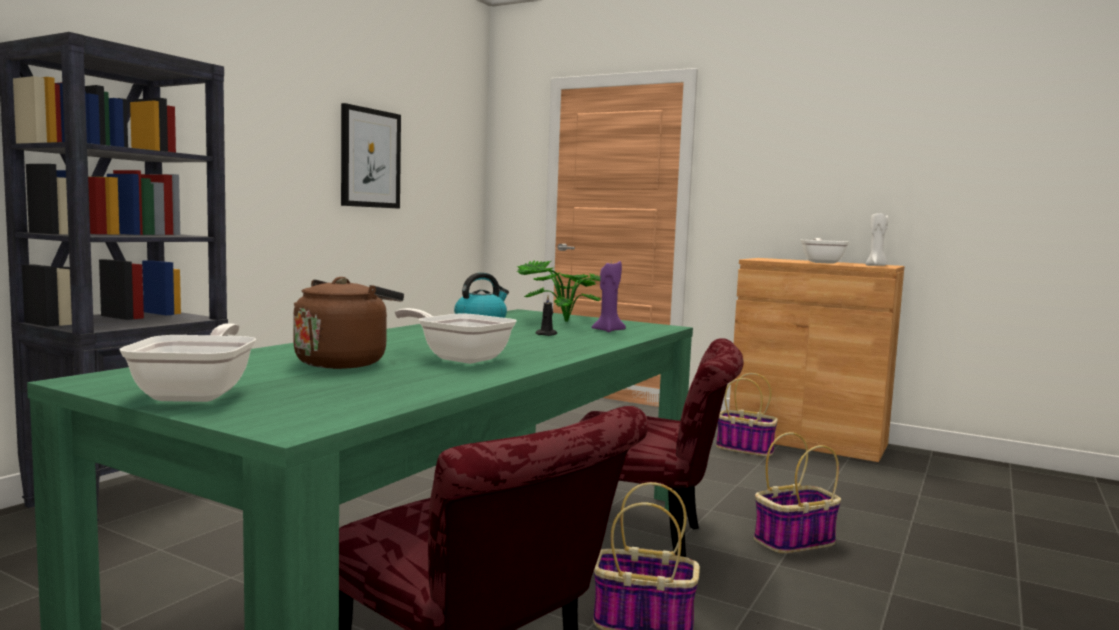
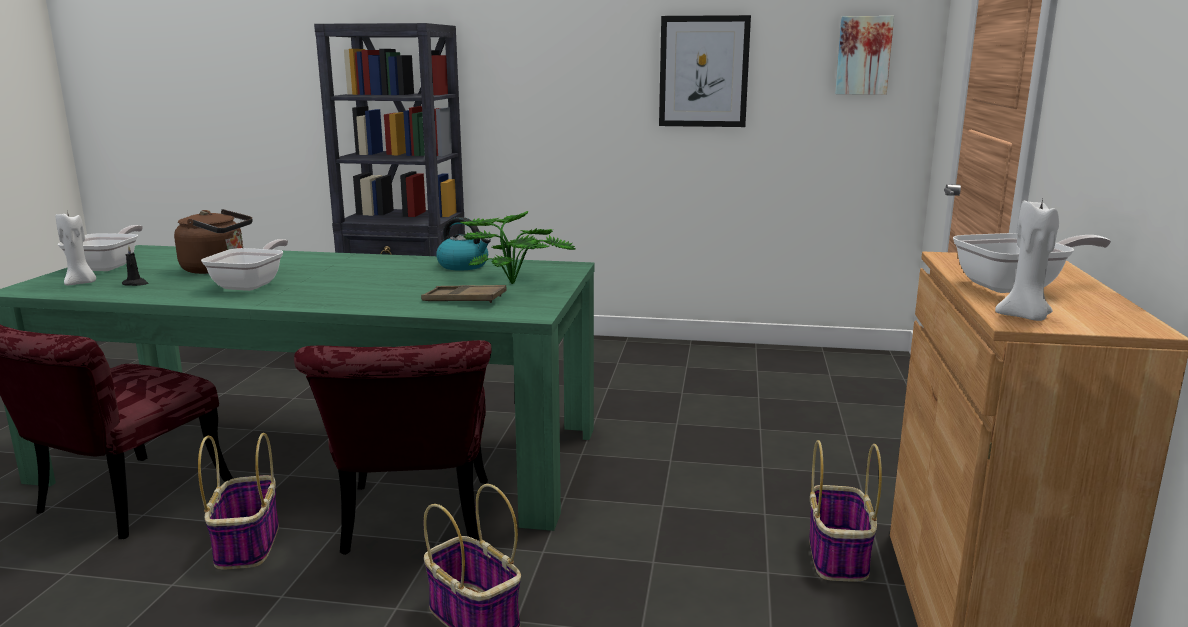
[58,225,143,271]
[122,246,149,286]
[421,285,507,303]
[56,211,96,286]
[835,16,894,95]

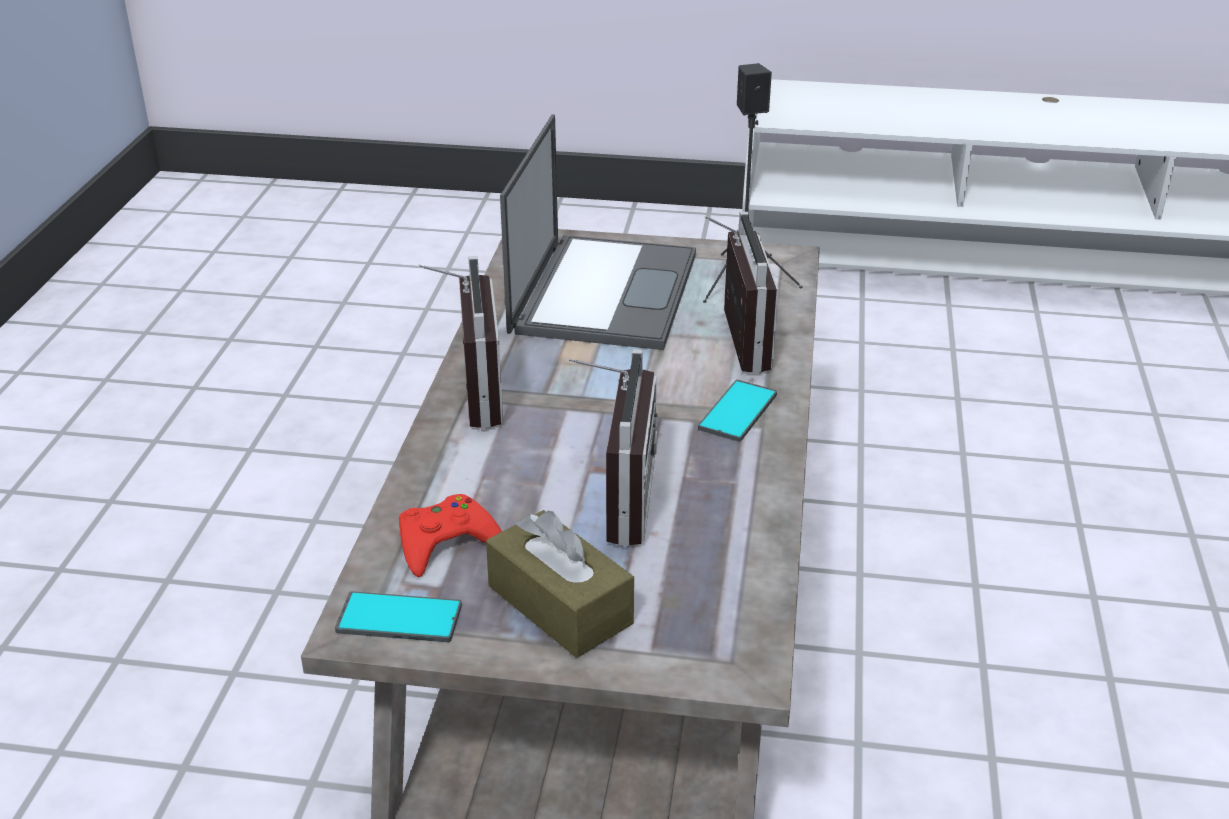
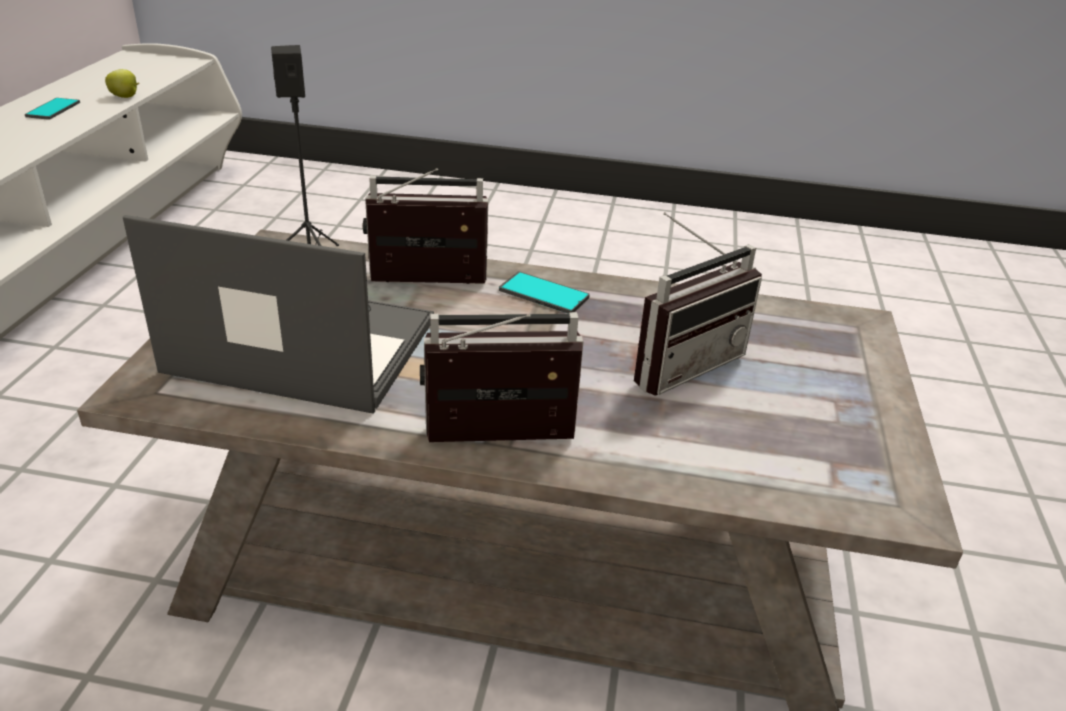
[25,98,80,120]
[399,494,502,577] (first image)
[486,510,634,658] (first image)
[634,212,762,396]
[105,69,140,98]

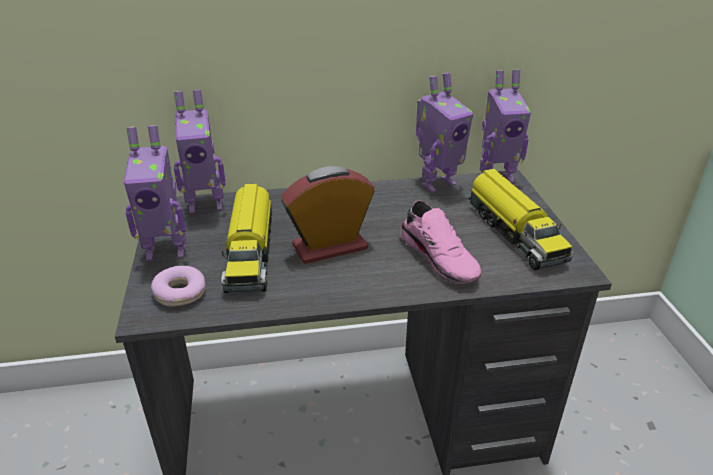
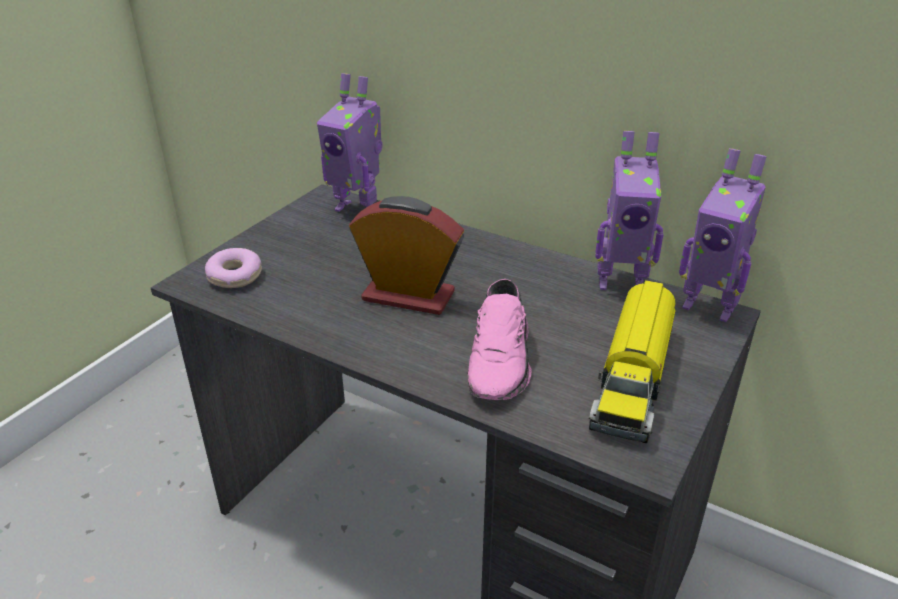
[124,125,186,261] (first image)
[221,184,272,293] (first image)

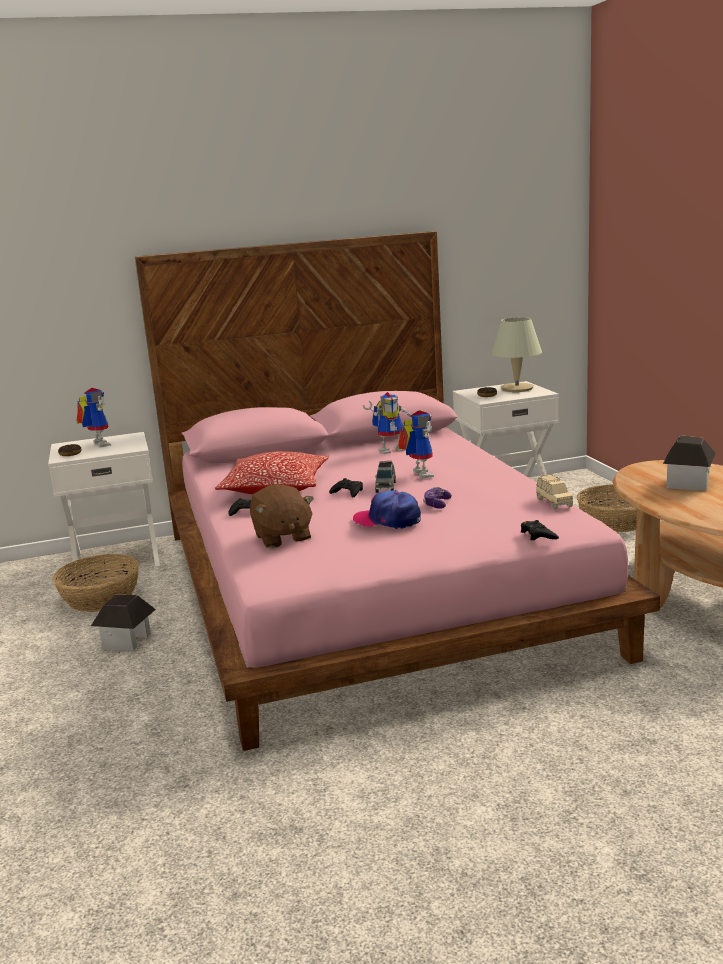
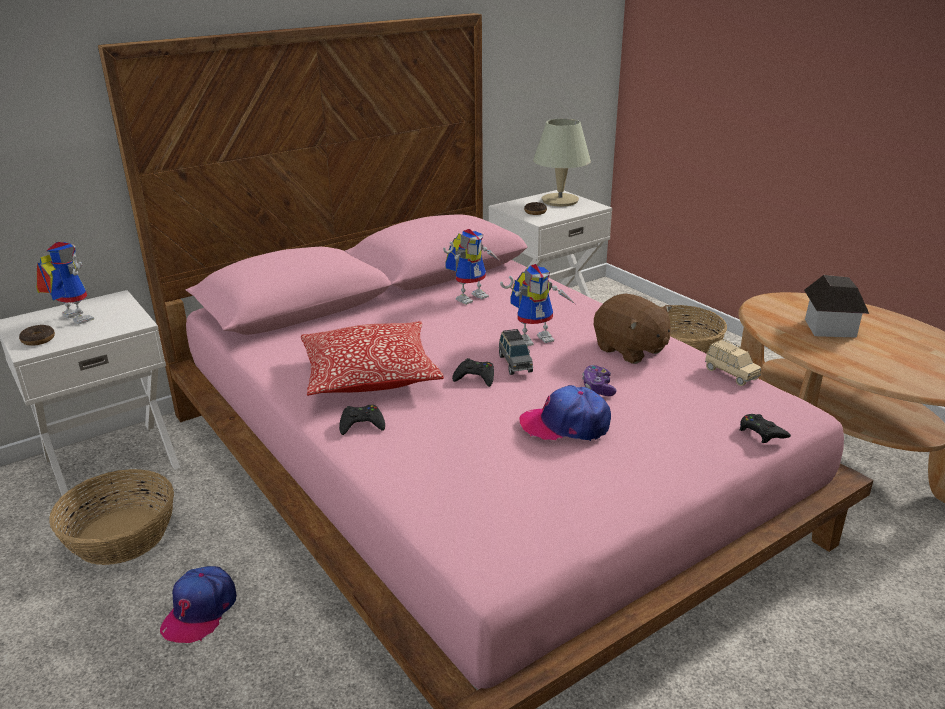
[160,566,237,643]
[594,294,672,364]
[500,264,575,346]

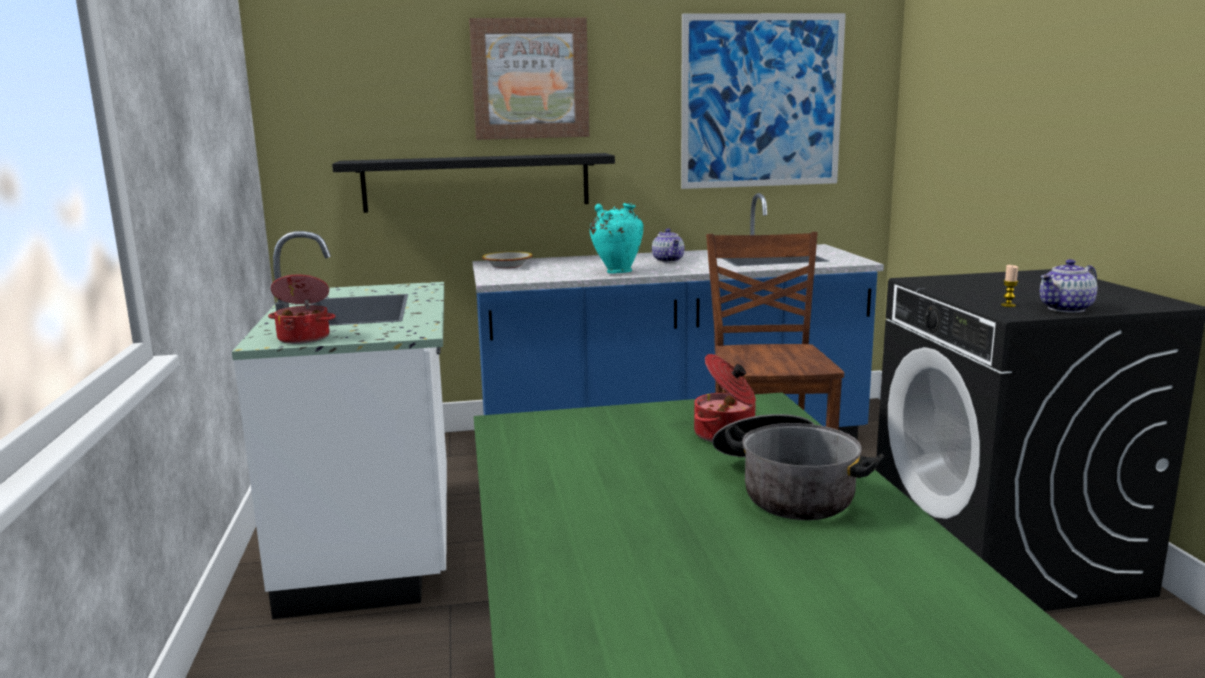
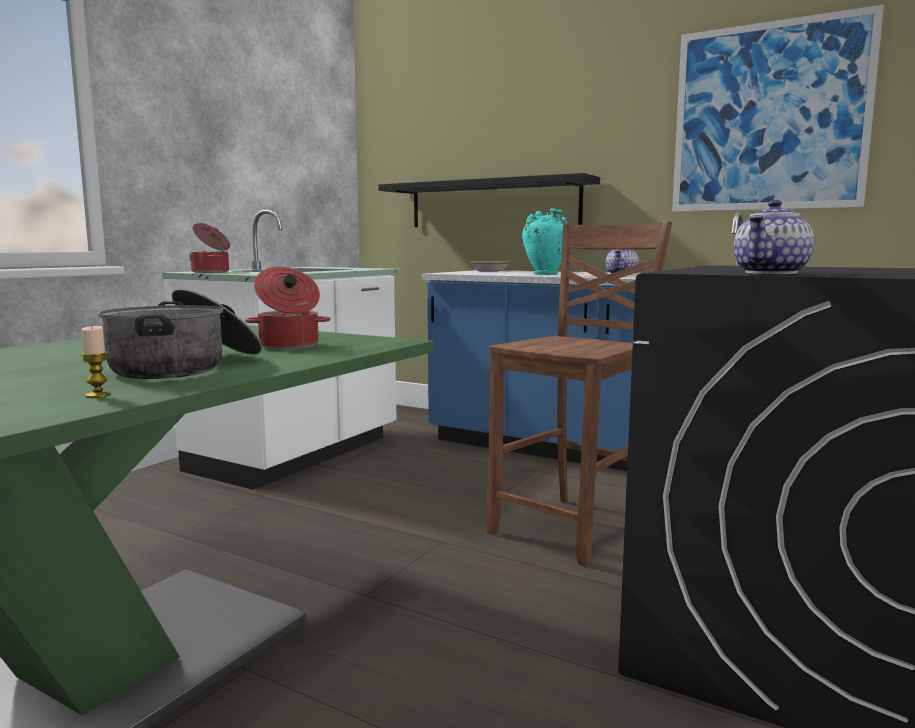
[469,18,589,140] (first image)
[81,326,111,398]
[734,200,814,274]

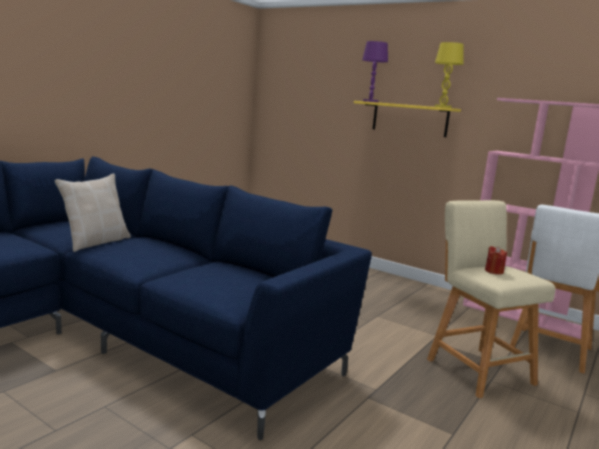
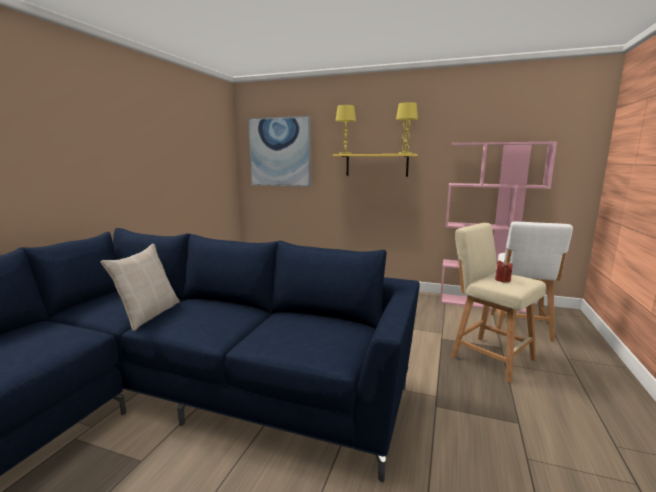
[335,105,356,154]
[248,116,311,187]

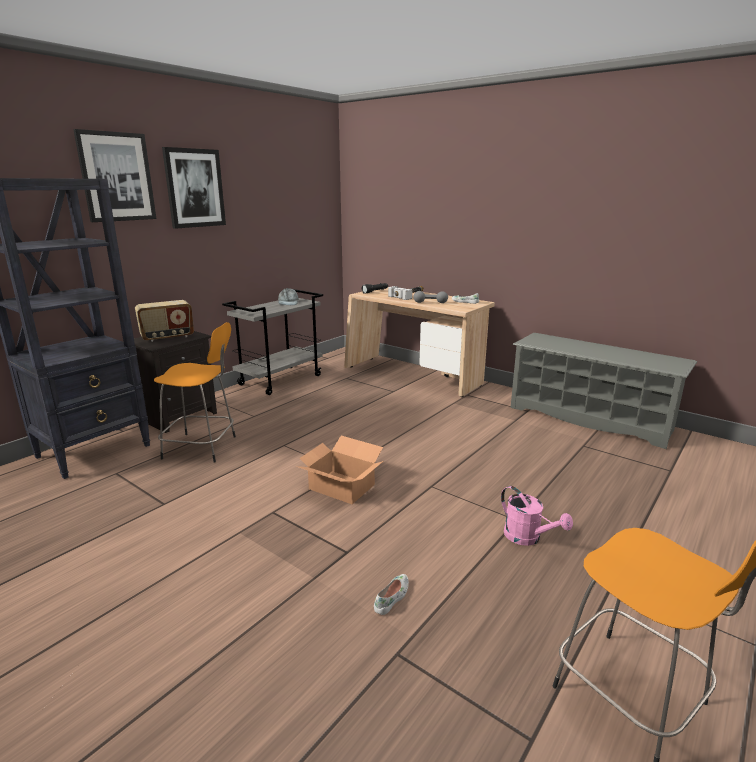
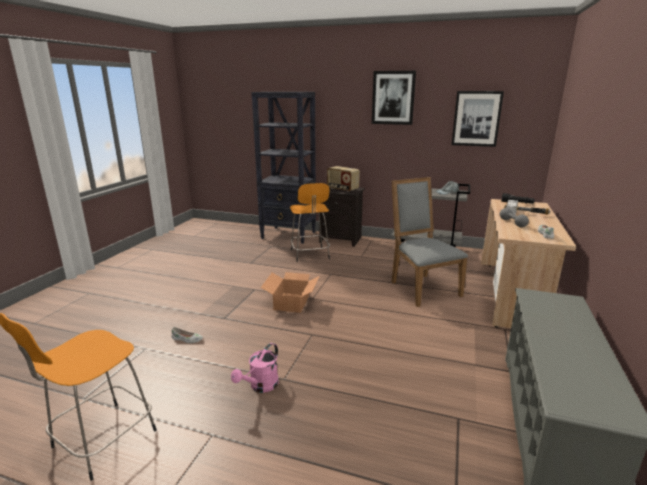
[452,91,504,147]
[392,177,468,307]

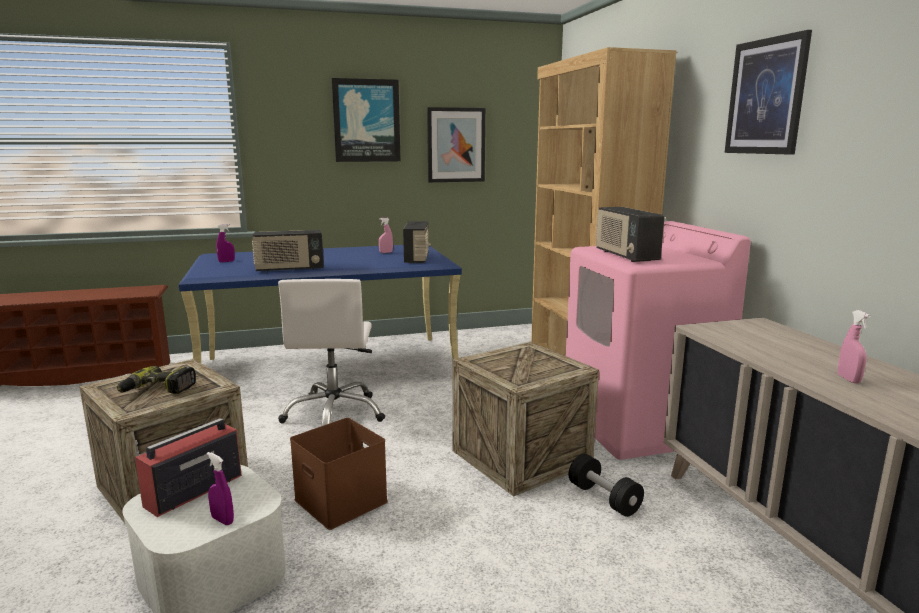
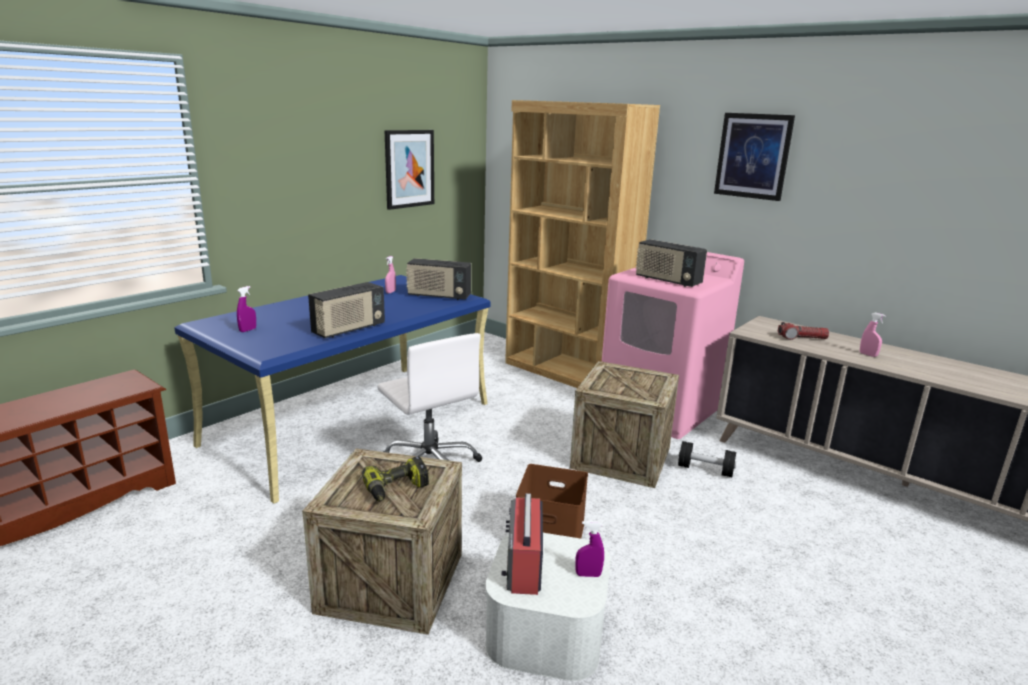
[332,78,401,162] (first image)
[406,258,472,300]
[778,322,829,340]

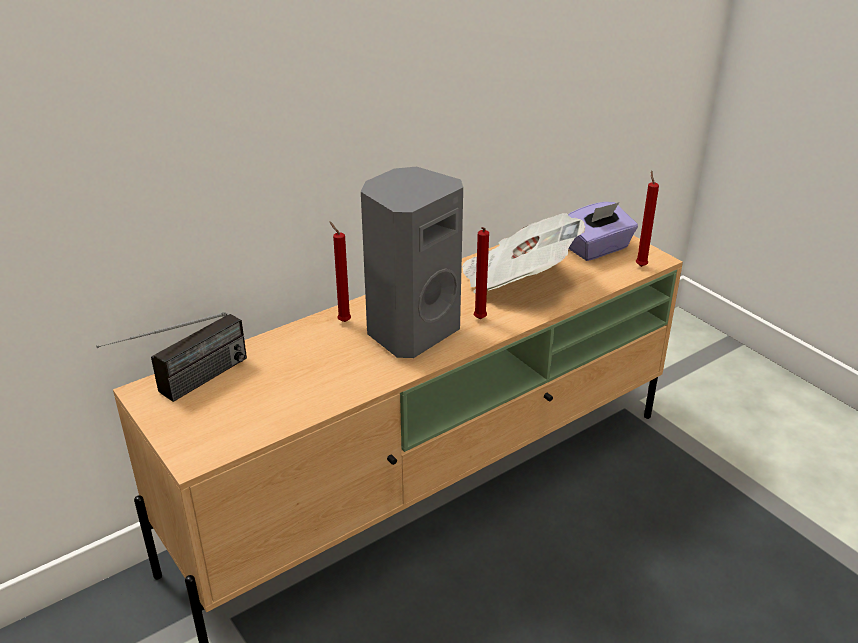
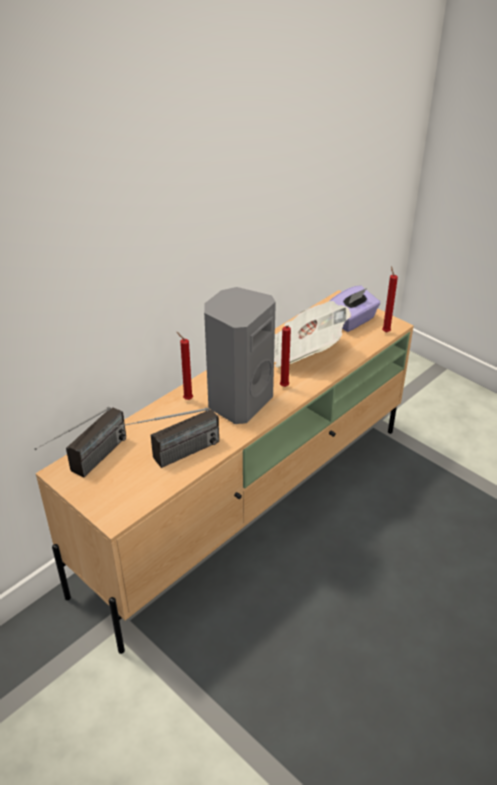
[113,408,219,468]

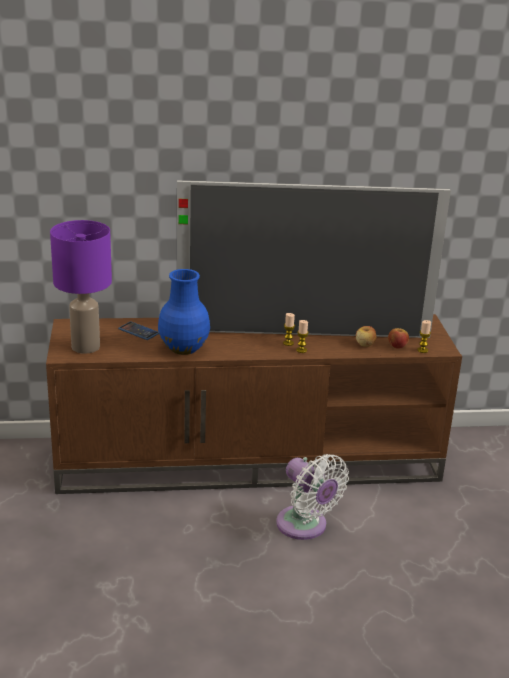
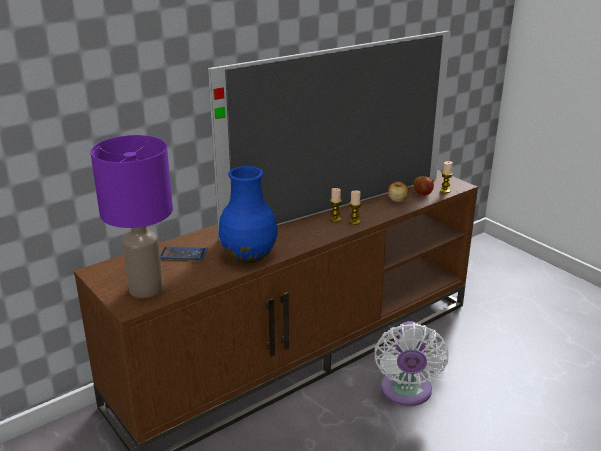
[374,321,449,406]

